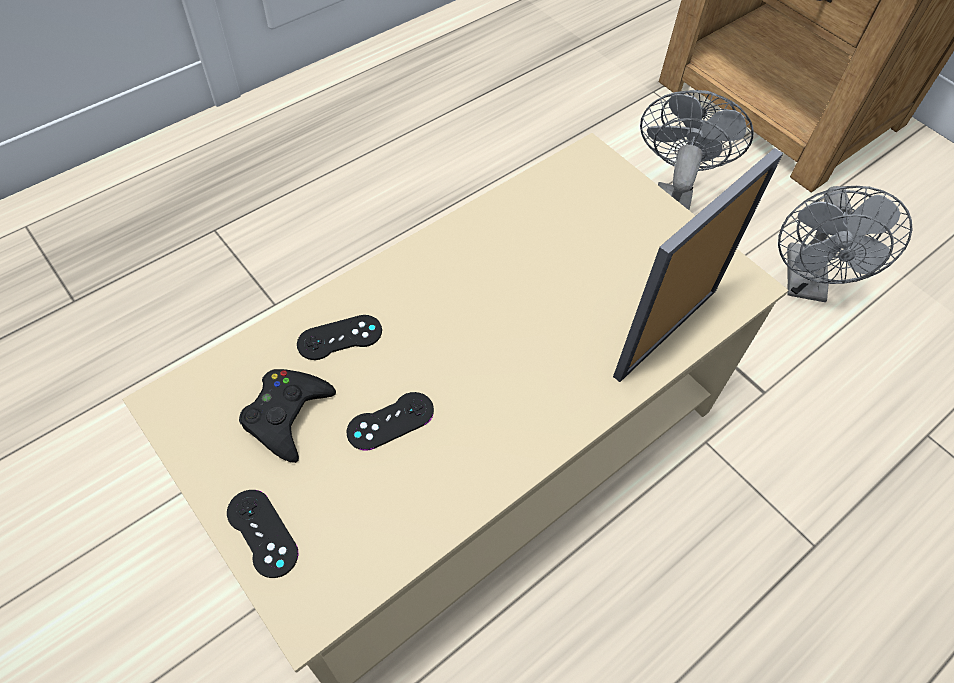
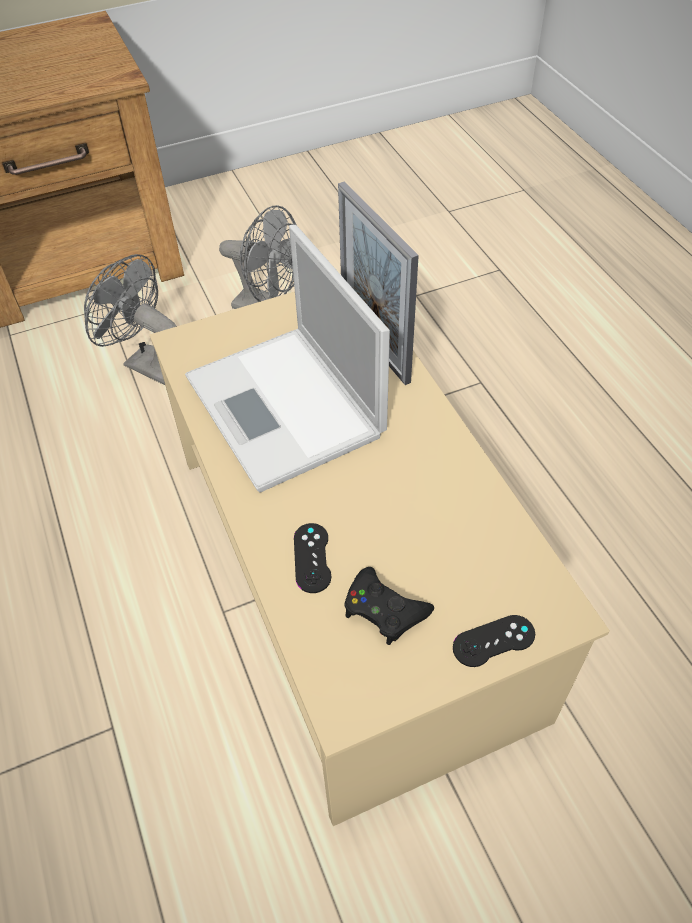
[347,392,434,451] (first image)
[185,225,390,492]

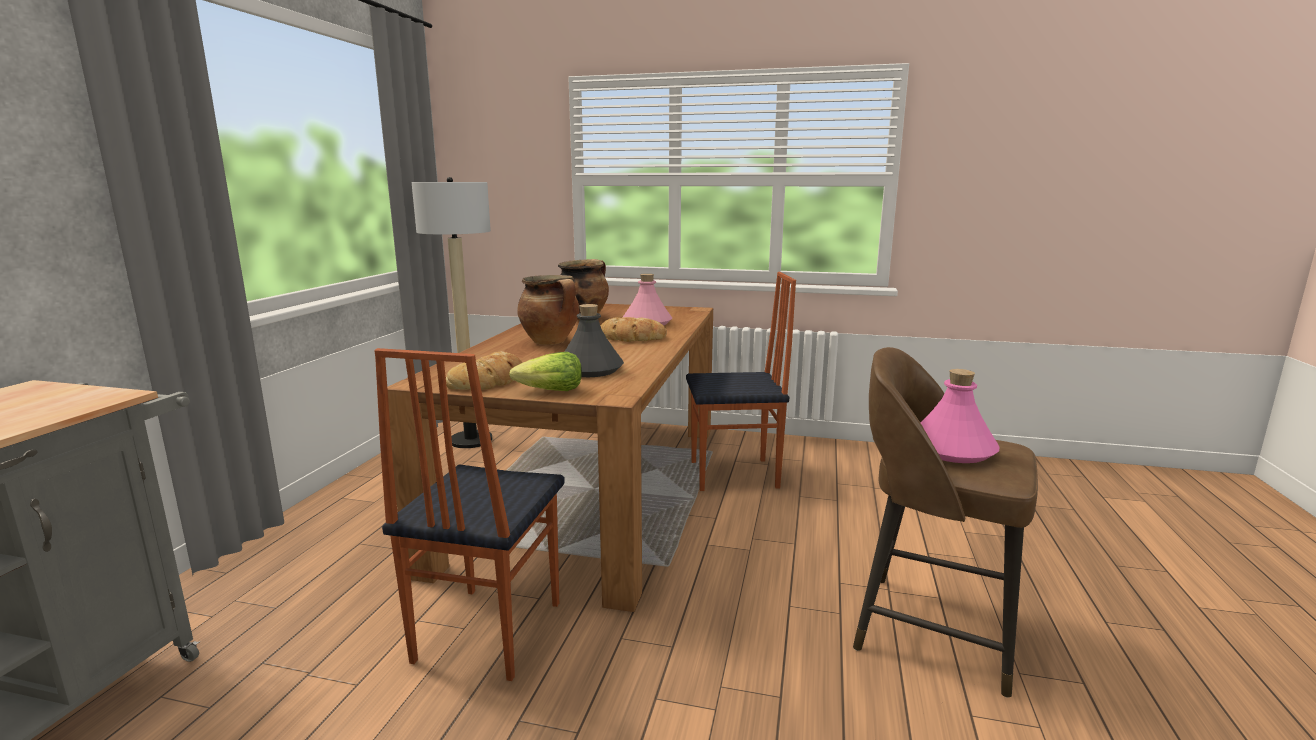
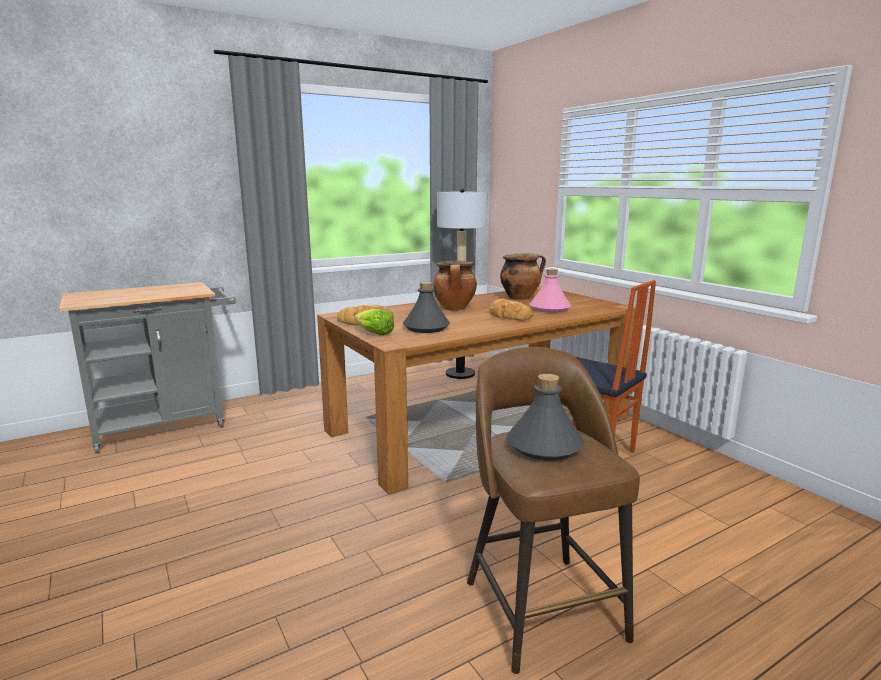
[374,348,565,681] (first image)
[507,374,584,460]

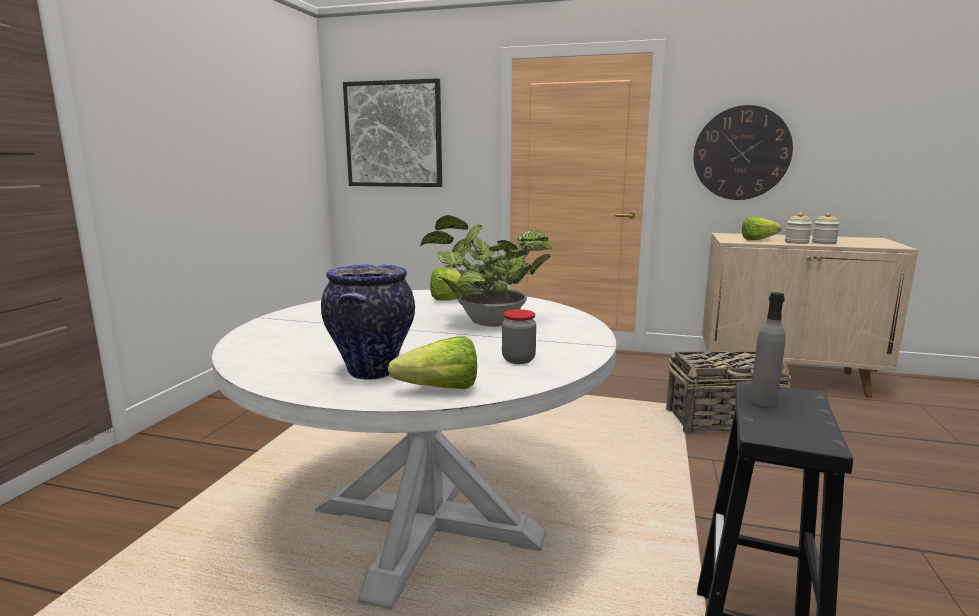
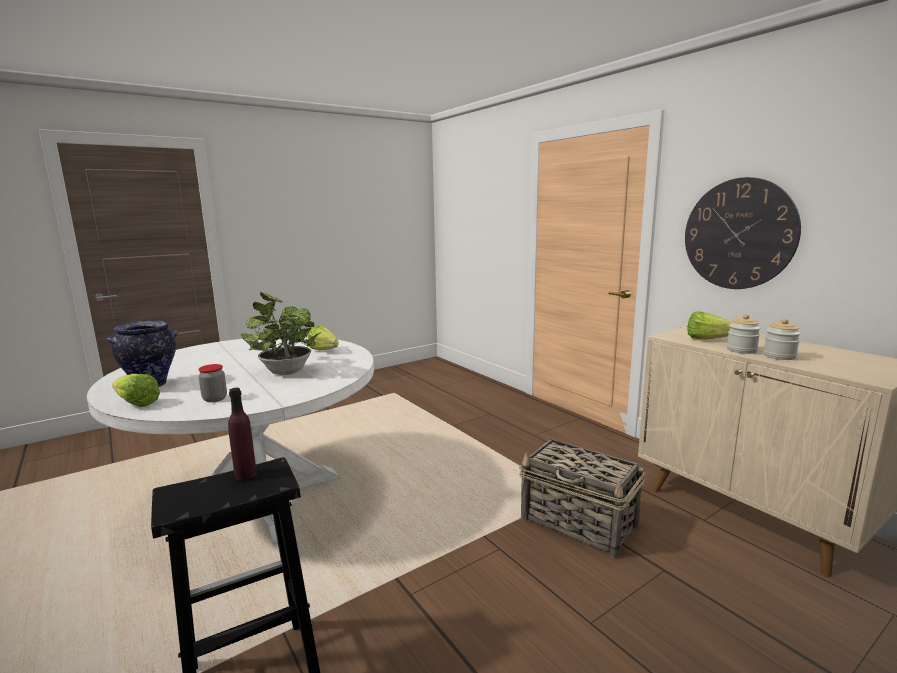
[343,78,442,187] (first image)
[228,388,257,481]

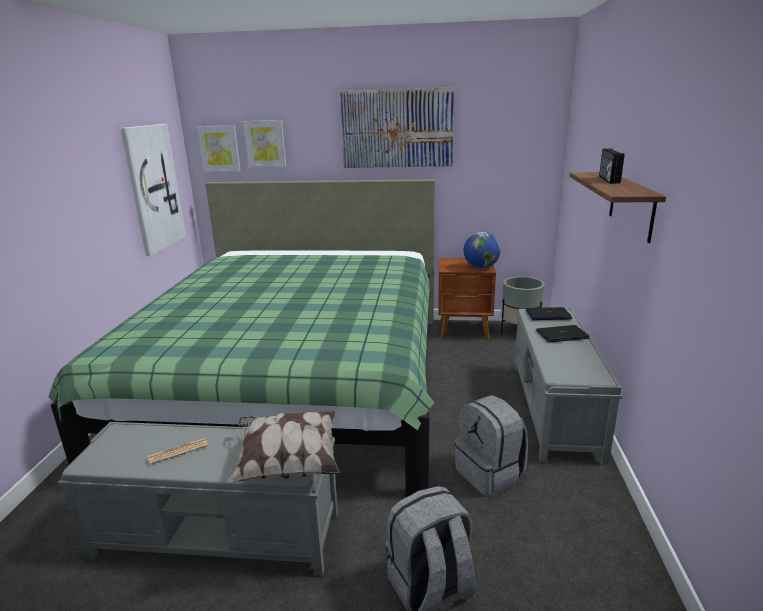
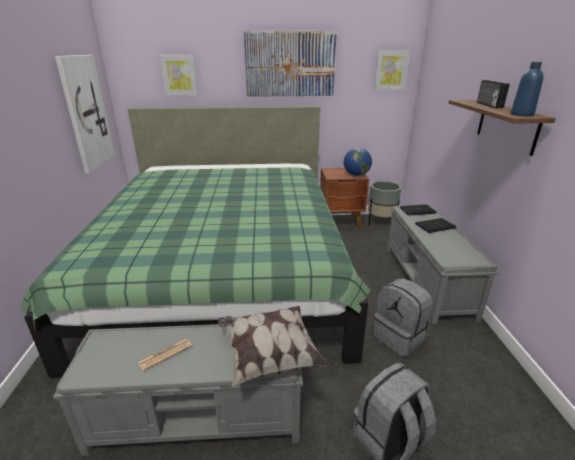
[374,50,410,90]
[511,62,544,116]

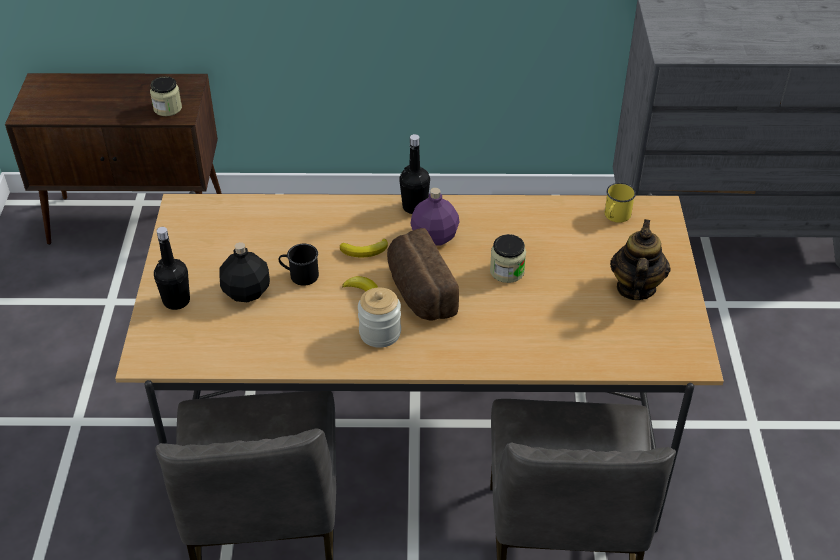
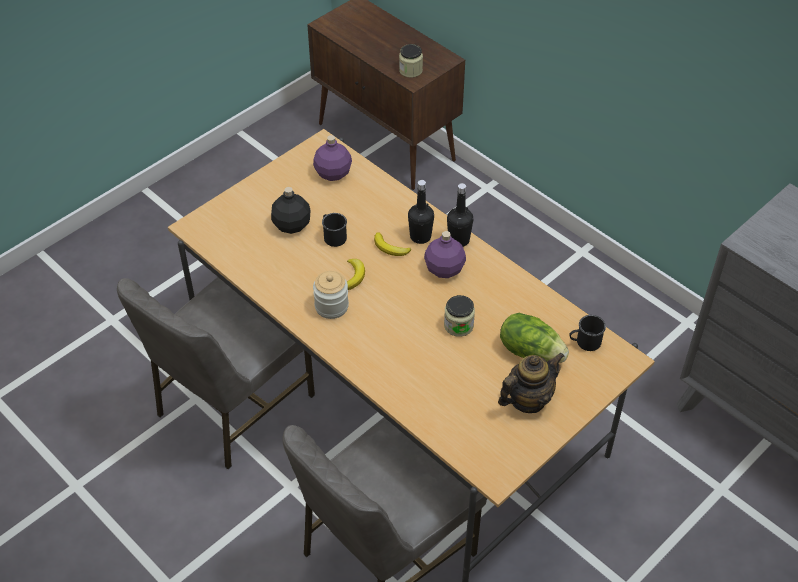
[408,180,434,244]
[387,228,459,321] (first image)
[569,315,606,351]
[313,135,352,181]
[500,313,569,363]

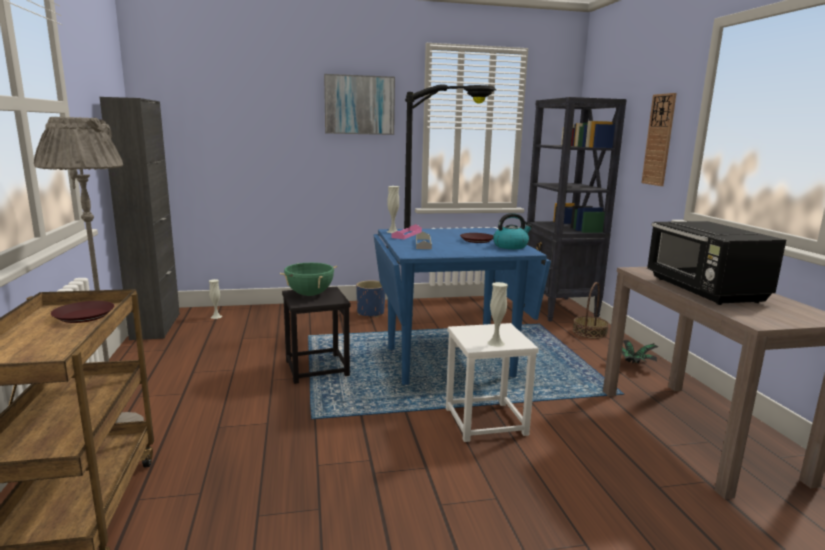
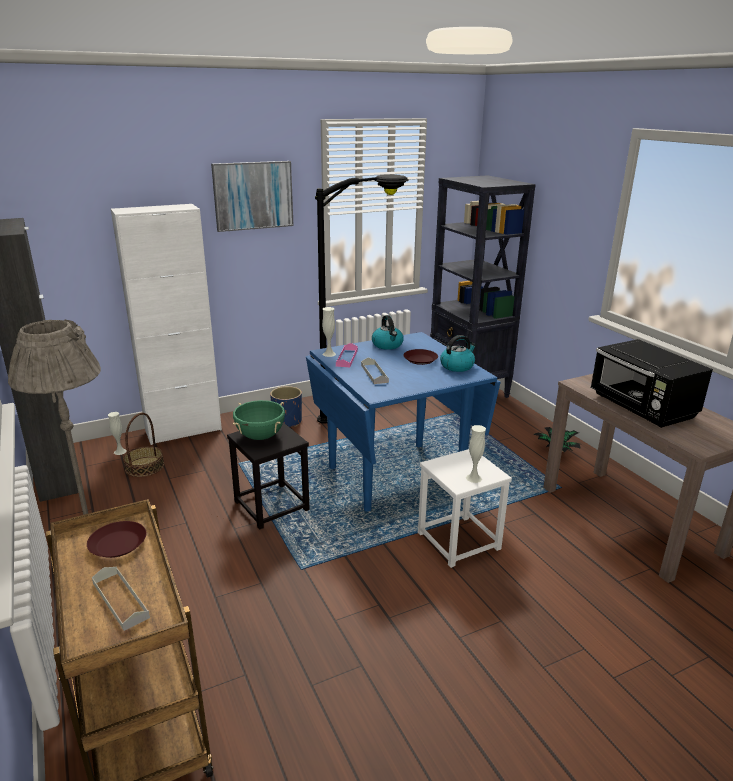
[123,413,164,477]
[641,93,677,186] (first image)
[92,567,150,631]
[111,204,222,445]
[372,315,404,350]

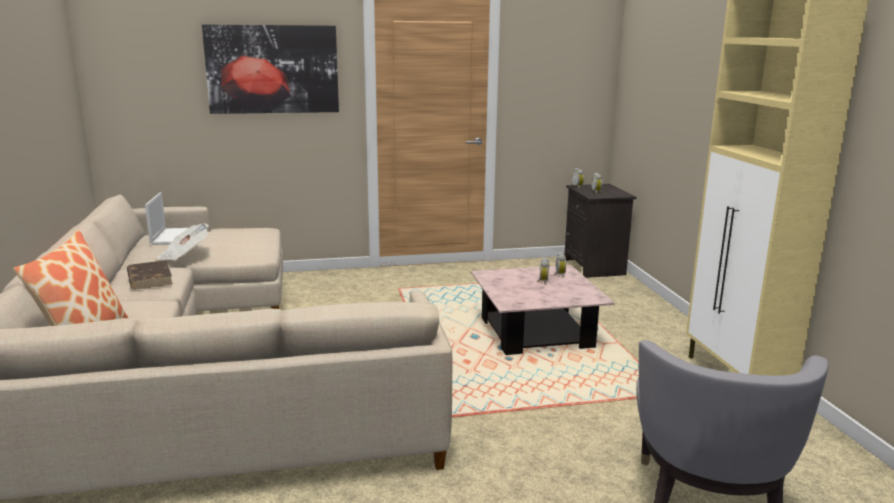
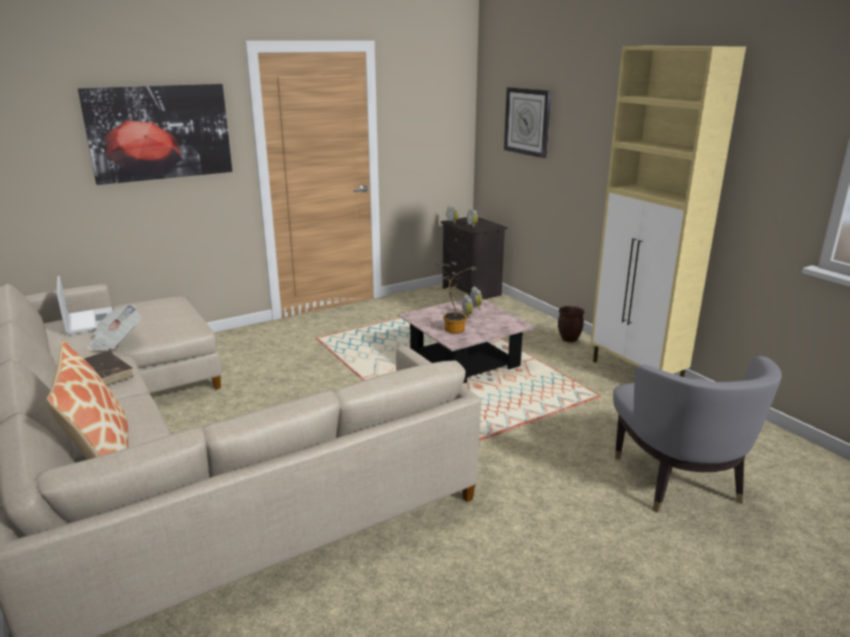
[436,261,477,334]
[504,87,551,158]
[558,306,585,342]

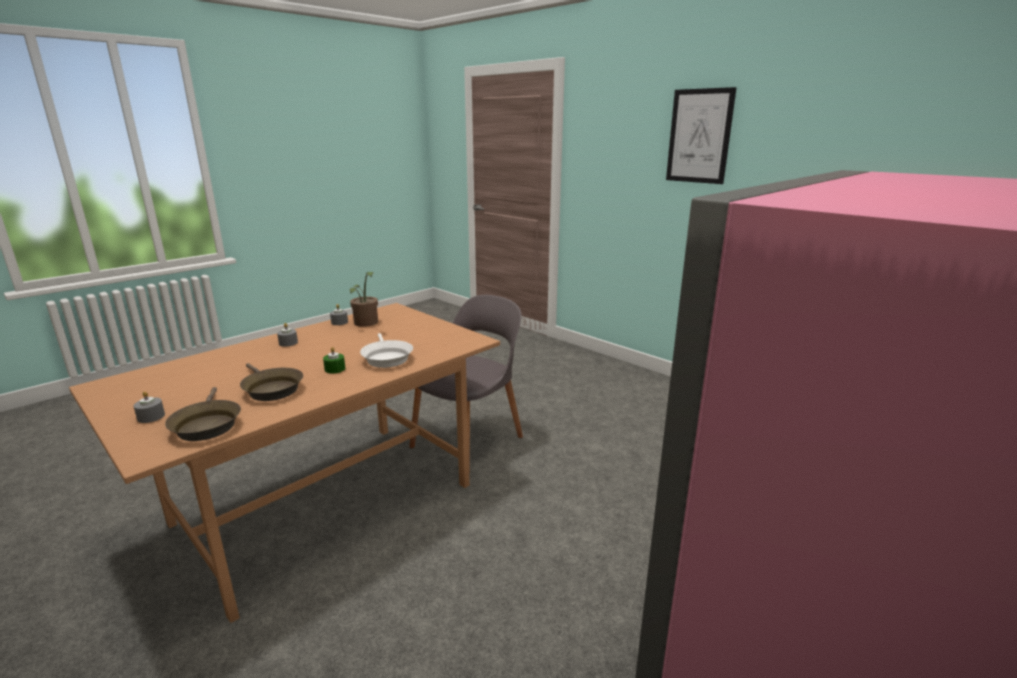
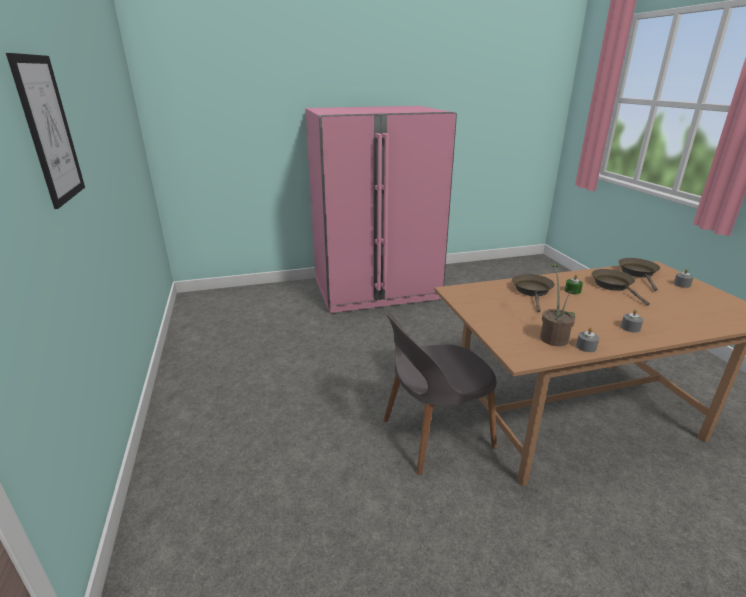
[512,274,555,312]

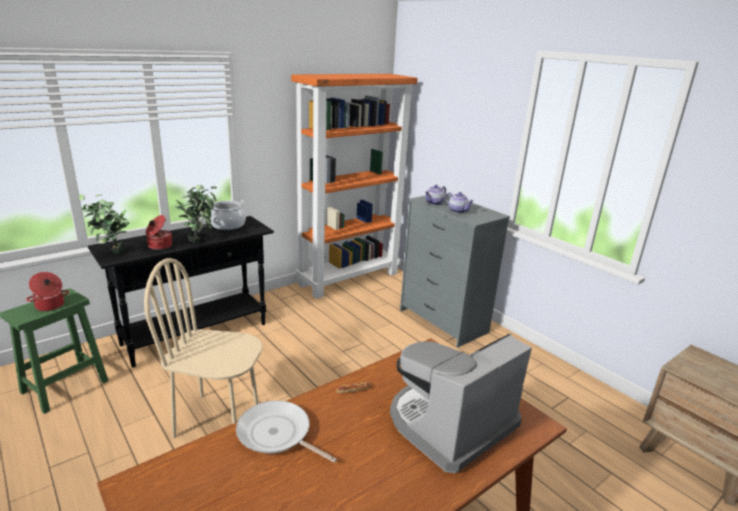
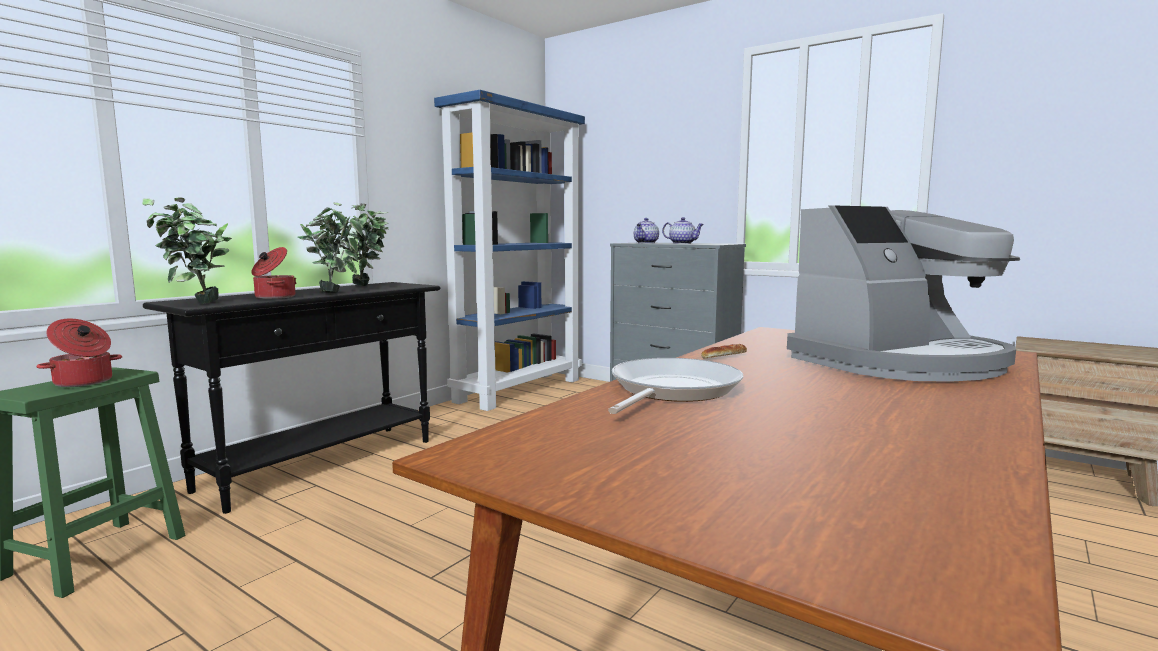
[144,258,263,438] (first image)
[343,205,389,286]
[608,358,743,414]
[434,90,585,411]
[787,205,1020,382]

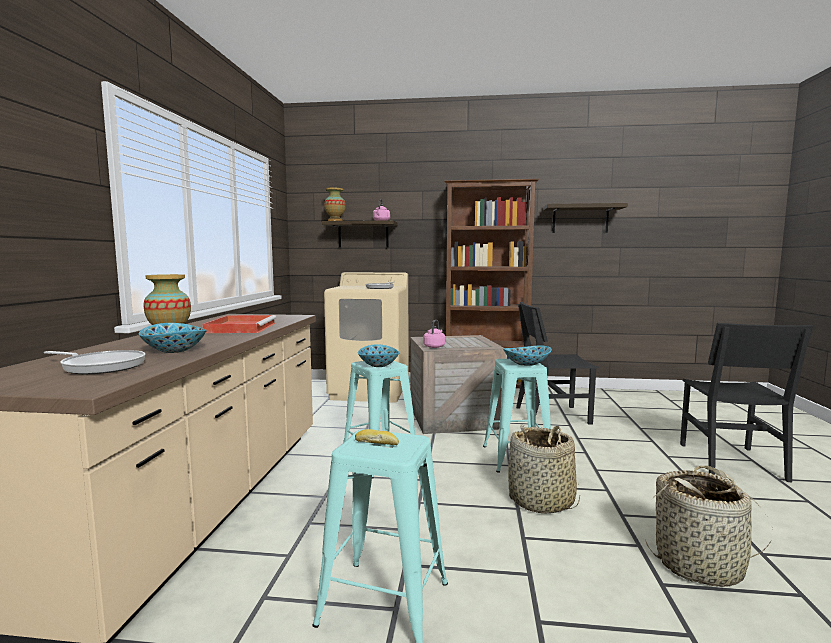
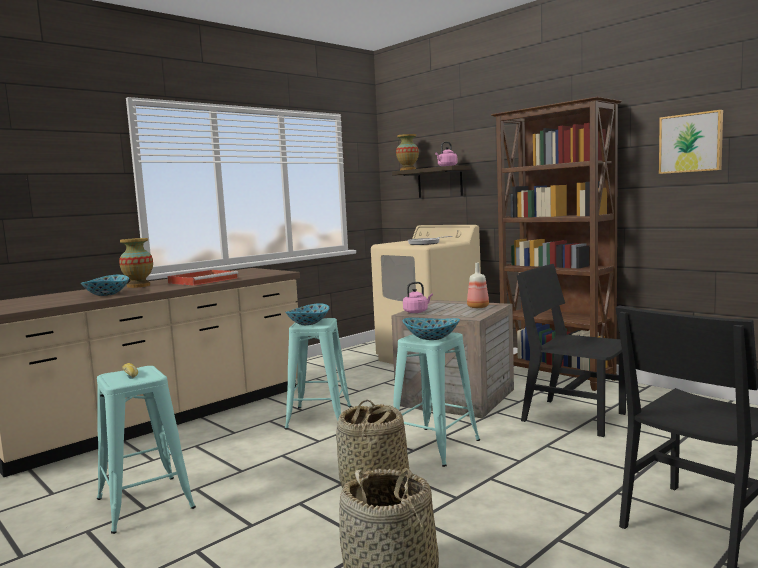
[44,350,146,374] (first image)
[659,110,723,174]
[467,263,489,308]

